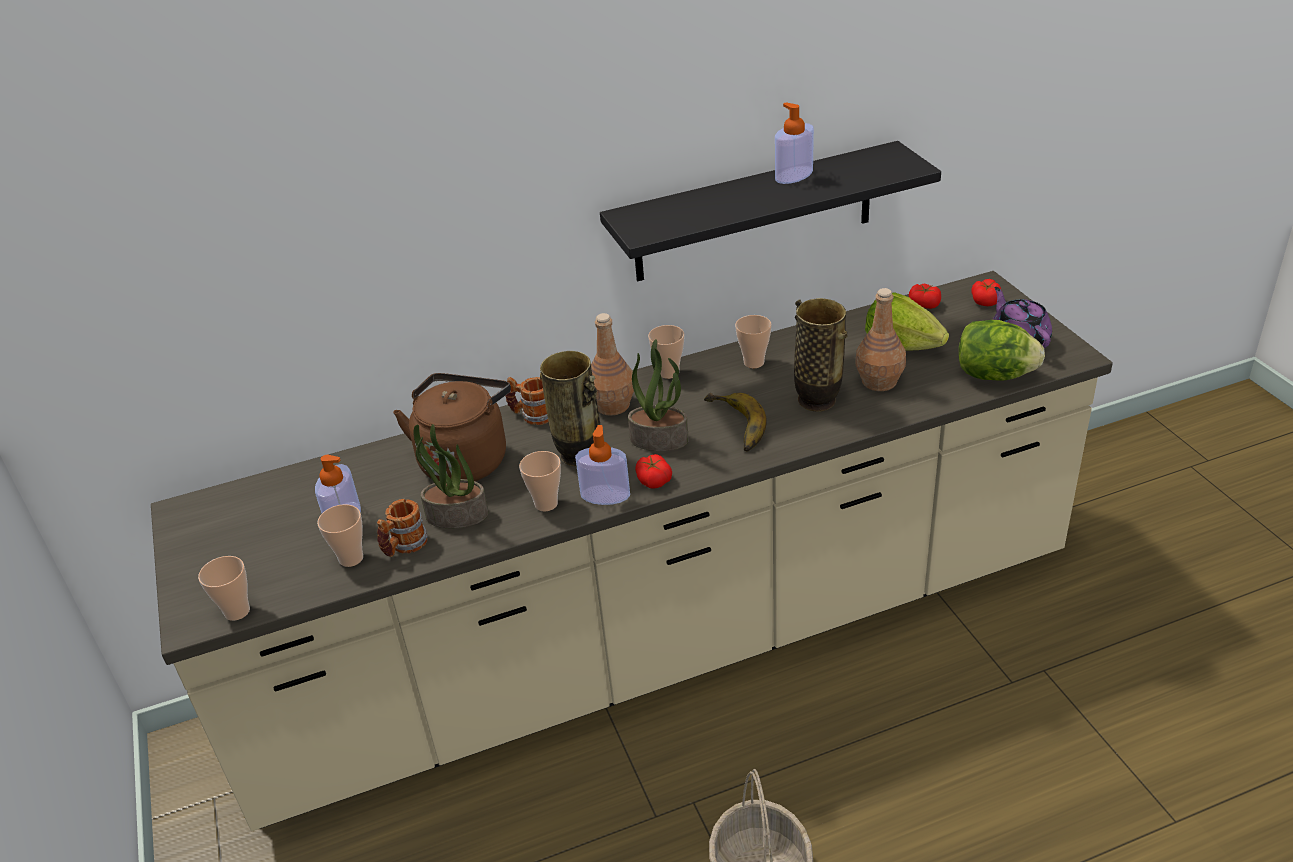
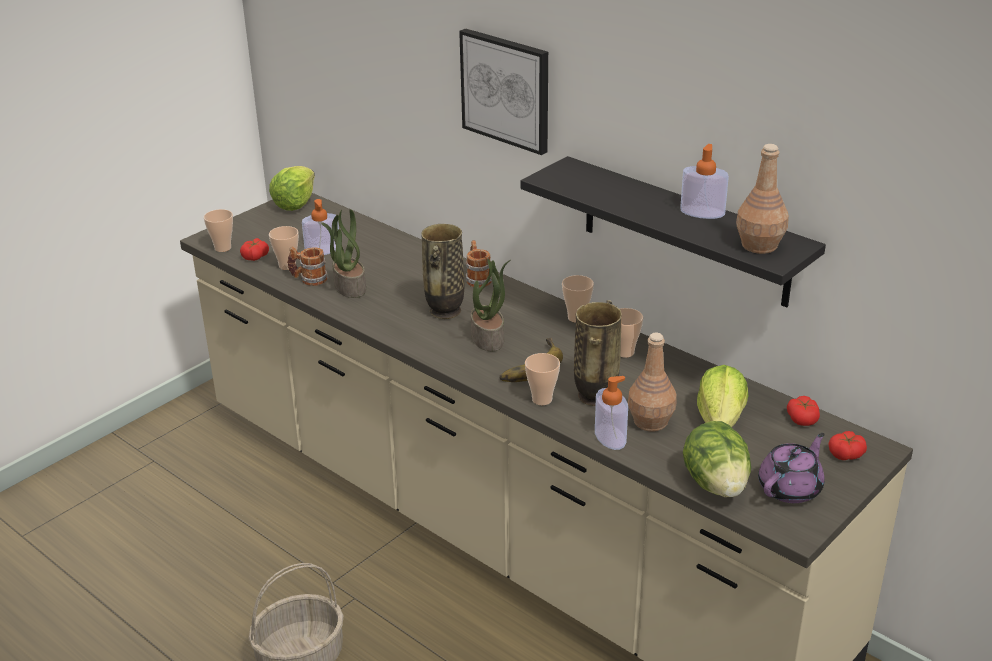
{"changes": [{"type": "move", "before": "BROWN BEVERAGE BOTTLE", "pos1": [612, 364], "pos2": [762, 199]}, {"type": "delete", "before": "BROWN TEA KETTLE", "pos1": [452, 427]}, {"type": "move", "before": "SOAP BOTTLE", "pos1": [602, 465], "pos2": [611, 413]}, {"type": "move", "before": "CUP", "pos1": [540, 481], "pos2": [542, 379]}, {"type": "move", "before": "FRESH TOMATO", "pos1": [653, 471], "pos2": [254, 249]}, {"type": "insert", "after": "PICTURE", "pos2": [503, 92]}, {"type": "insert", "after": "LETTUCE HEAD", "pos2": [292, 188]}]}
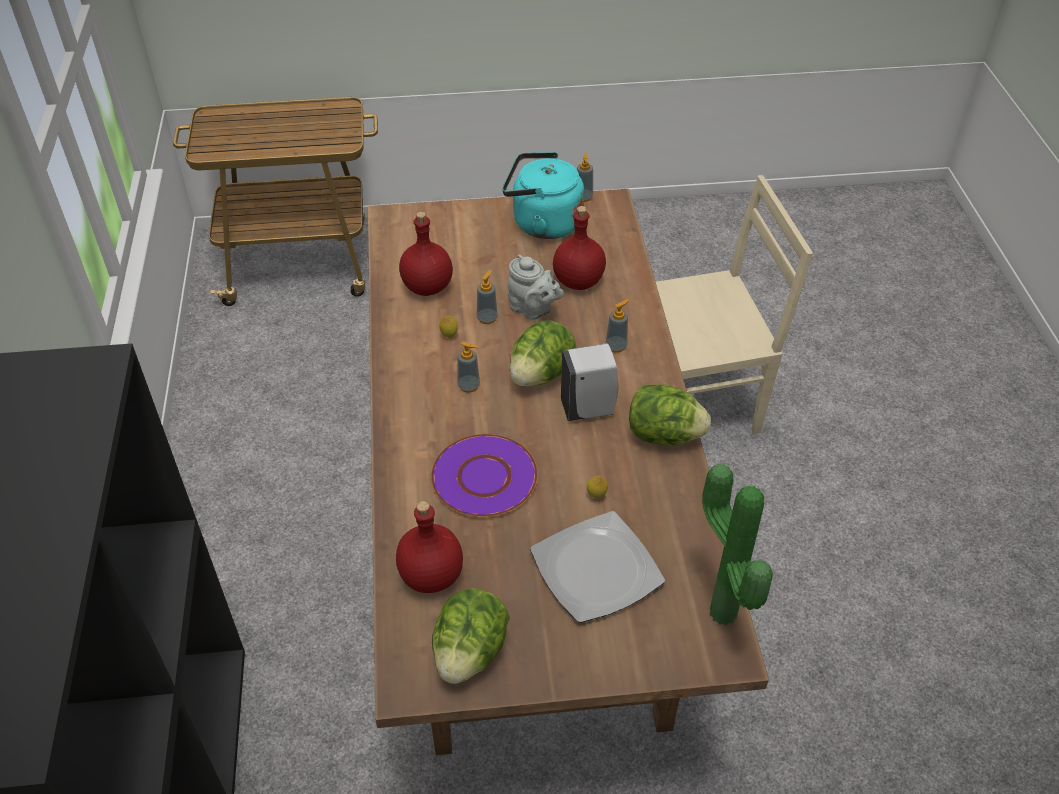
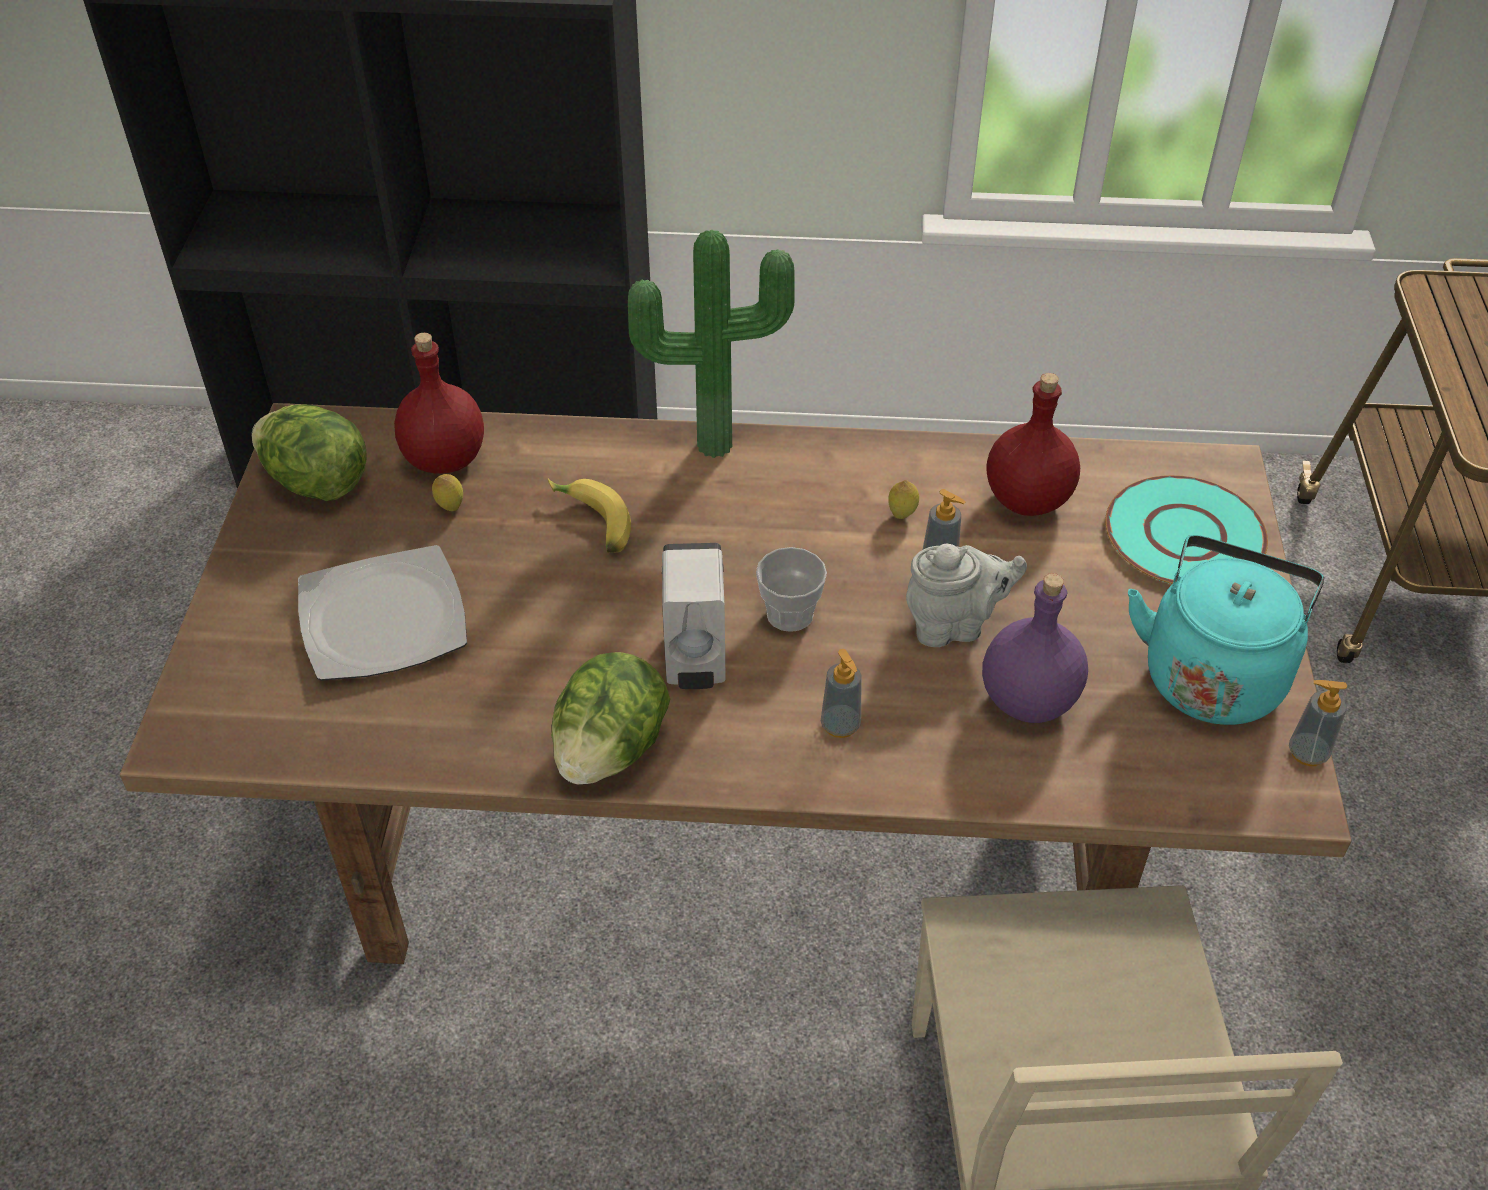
{"changes": [{"type": "recolor", "before": "RED-COLOURED BEVERAGE BOTTLE", "after": "PURPLE-COLOURED BEVERAGE BOTTLE", "pos1": [579, 248], "pos2": [1035, 648]}, {"type": "rotate", "before": "GRAY TEA POT", "pos1": [536, 287], "pos2": [966, 595], "turn": -150}, {"type": "replace", "before": "LETTUCE HEAD", "after": "CUP", "pos1": [543, 353], "pos2": [791, 589]}, {"type": "delete", "before": "SOAP BOTTLE", "pos1": [468, 367]}, {"type": "replace", "before": "PURPLE-COLOURED DINNER PLATE", "after": "BANANA", "pos1": [484, 475], "pos2": [589, 516]}, {"type": "move", "before": "POTTED PLANT", "pos1": [737, 544], "pos2": [711, 344]}, {"type": "move", "before": "WHOLE LEMON", "pos1": [597, 487], "pos2": [447, 492]}, {"type": "insert", "after": "TURQUOISE-COLOURED DINNER PLATE", "pos2": [1186, 529]}]}
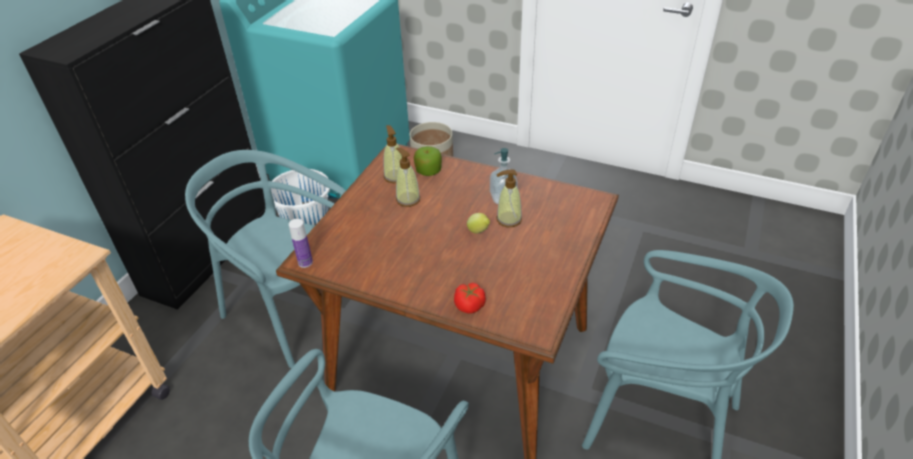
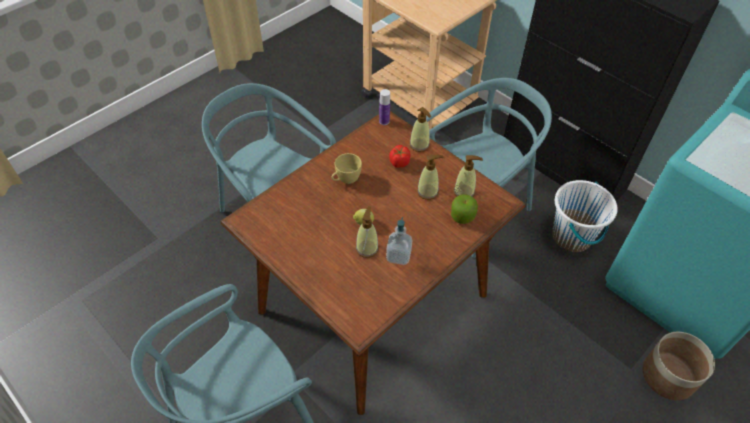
{"changes": [{"type": "move", "before": "FRESH TOMATO", "pos1": [470, 298], "pos2": [400, 156]}, {"type": "insert", "after": "SOAP BOTTLE", "pos2": [420, 129]}, {"type": "insert", "after": "YELLOW-COLOURED CUP", "pos2": [346, 168]}]}
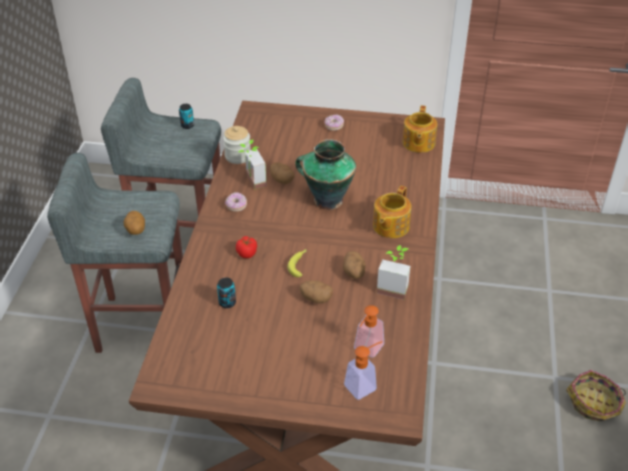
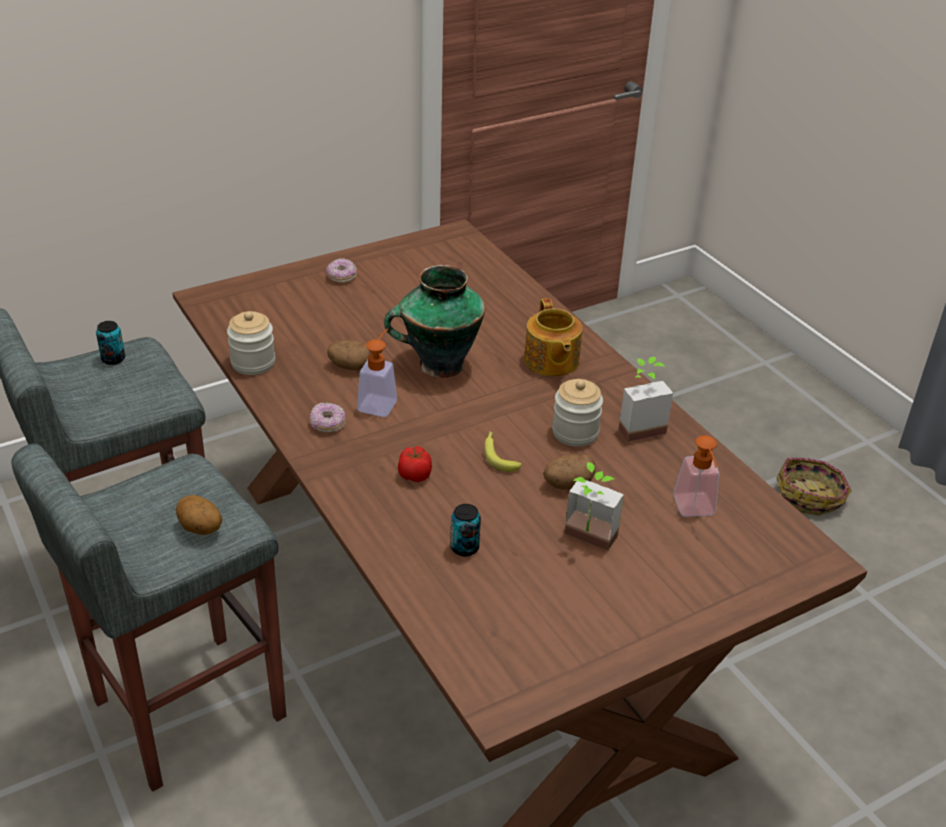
{"changes": [{"type": "delete", "before": "TEA POT", "pos1": [420, 129]}, {"type": "move", "before": "POTTED PLANT", "pos1": [253, 165], "pos2": [594, 506]}, {"type": "replace", "before": "WHOLE POTATO", "after": "STORAGE JAR", "pos1": [354, 265], "pos2": [577, 413]}, {"type": "move", "before": "SOAP BOTTLE", "pos1": [363, 370], "pos2": [377, 372]}]}
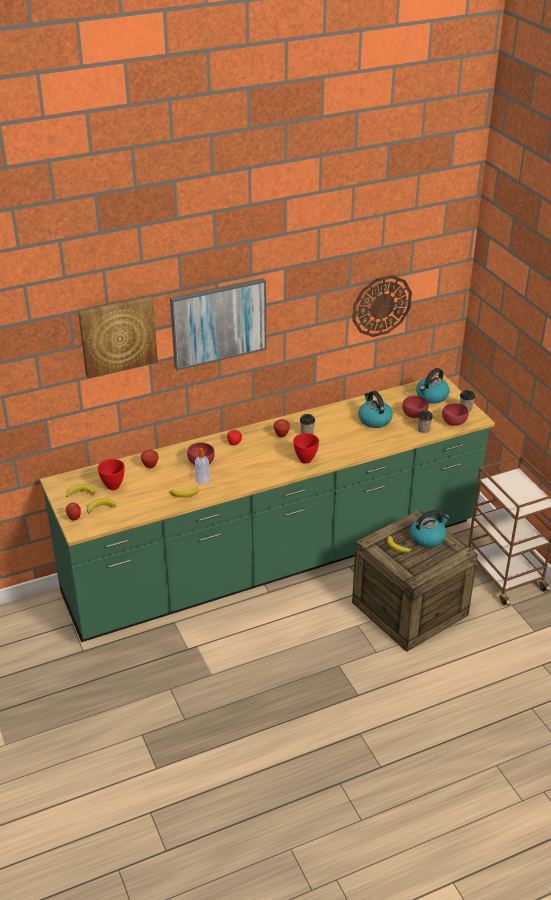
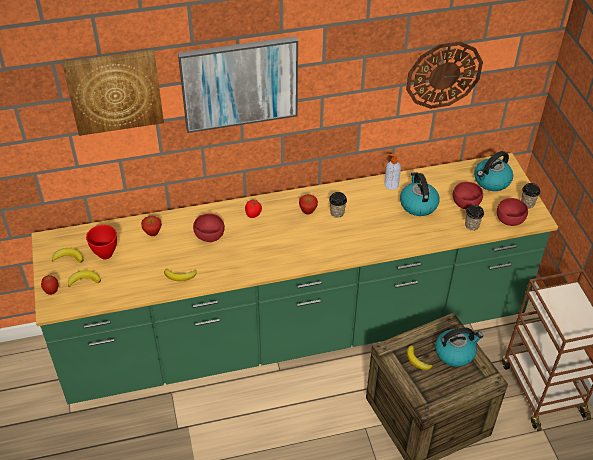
{"changes": [{"type": "delete", "before": "RED-COLOURED SERVING BOWL", "pos1": [306, 448]}, {"type": "move", "before": "SOAP BOTTLE", "pos1": [201, 466], "pos2": [392, 172]}]}
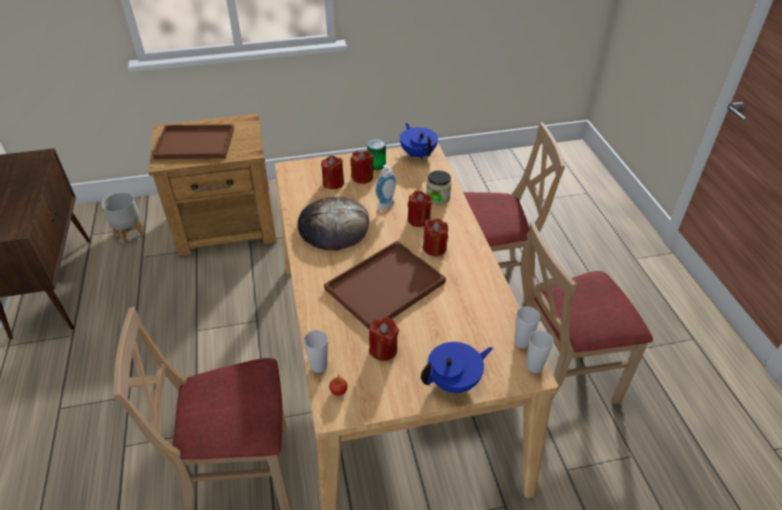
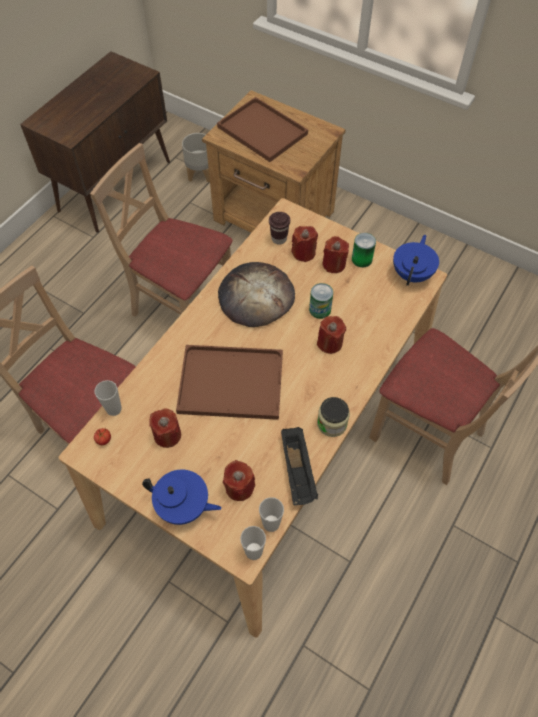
{"changes": [{"type": "replace", "before": "SOAP BOTTLE", "after": "SEALED CAN", "pos1": [385, 187], "pos2": [321, 301]}, {"type": "move", "before": "STORAGE JAR", "pos1": [439, 188], "pos2": [333, 417]}, {"type": "move", "before": "RED-COLOURED WAX LIGHT", "pos1": [435, 237], "pos2": [239, 480]}, {"type": "move", "before": "BEIGE UPRIGHT CHAIR", "pos1": [589, 313], "pos2": [161, 230]}, {"type": "insert", "after": "BROWN CUP", "pos2": [279, 228]}, {"type": "insert", "after": "BLACK SERVING TRAY", "pos2": [299, 466]}]}
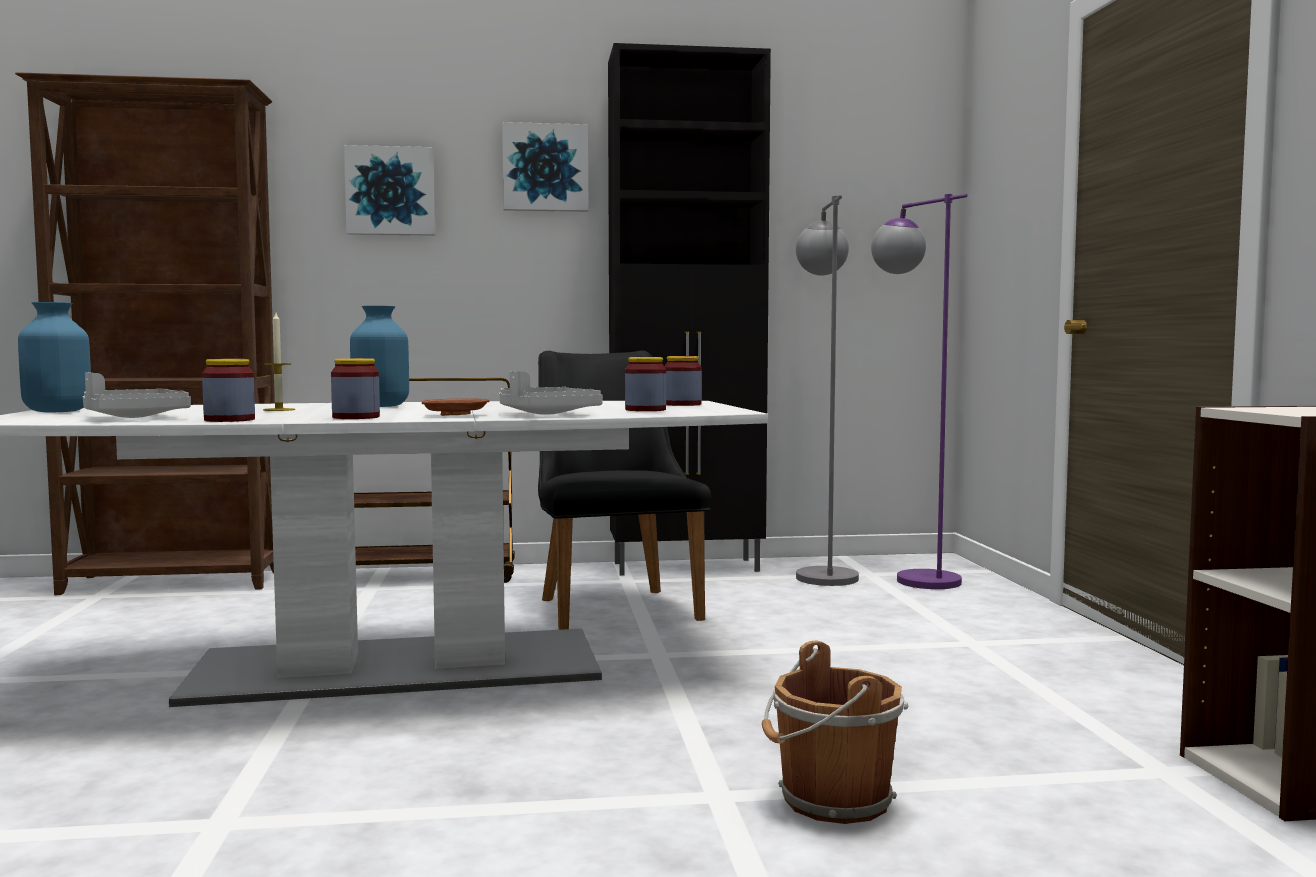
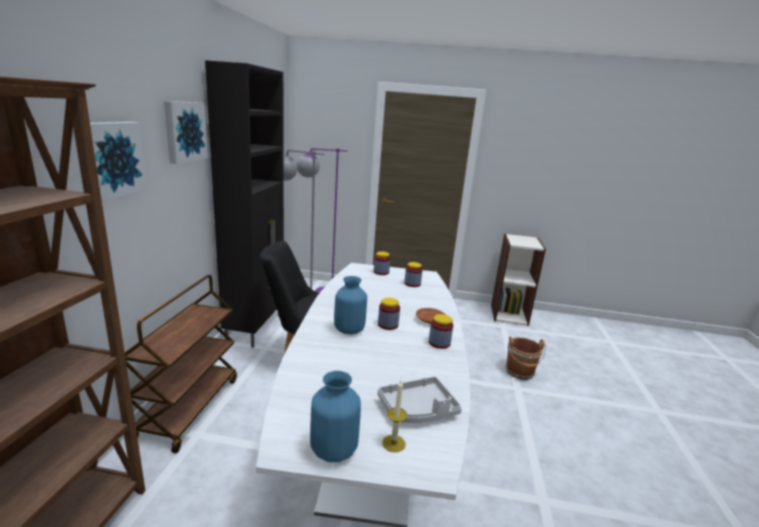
{"changes": [{"type": "move", "before": "WAX LIGHT", "pos1": [279, 362], "pos2": [394, 416]}, {"type": "move", "before": "STORAGE JAR", "pos1": [228, 390], "pos2": [389, 314]}, {"type": "delete", "before": "GRAY SERVING TRAY", "pos1": [551, 393]}]}
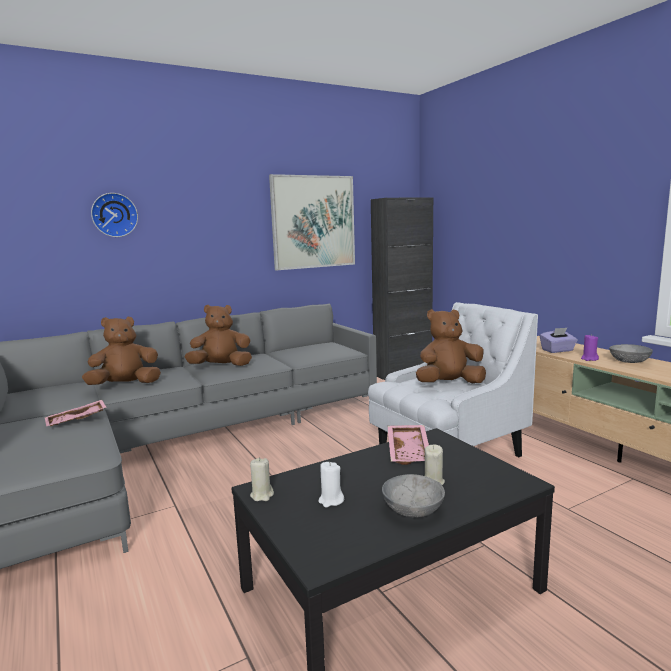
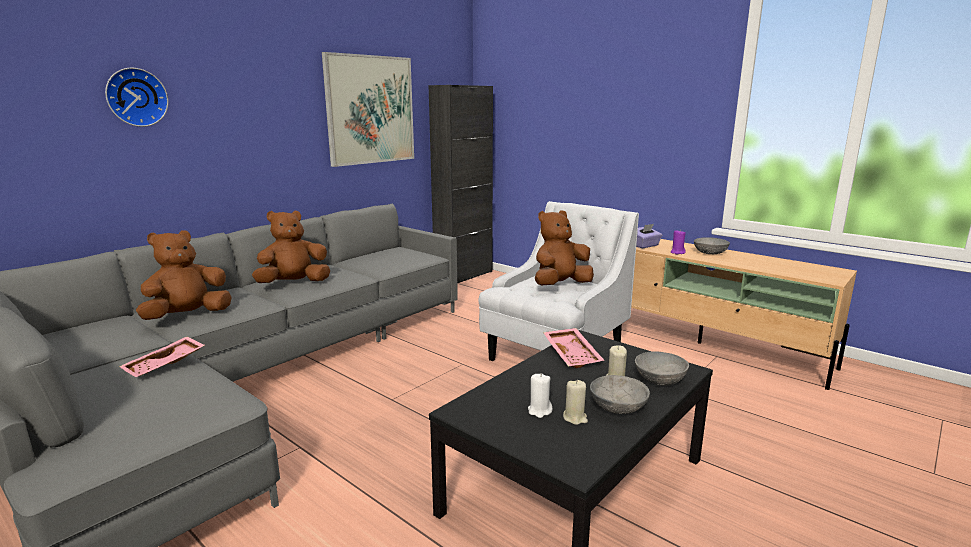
{"changes": [{"type": "move", "before": "BEIGE WAX LIGHT", "pos1": [262, 479], "pos2": [575, 402]}, {"type": "insert", "after": "GRAY SERVING BOWL", "pos2": [662, 368]}]}
